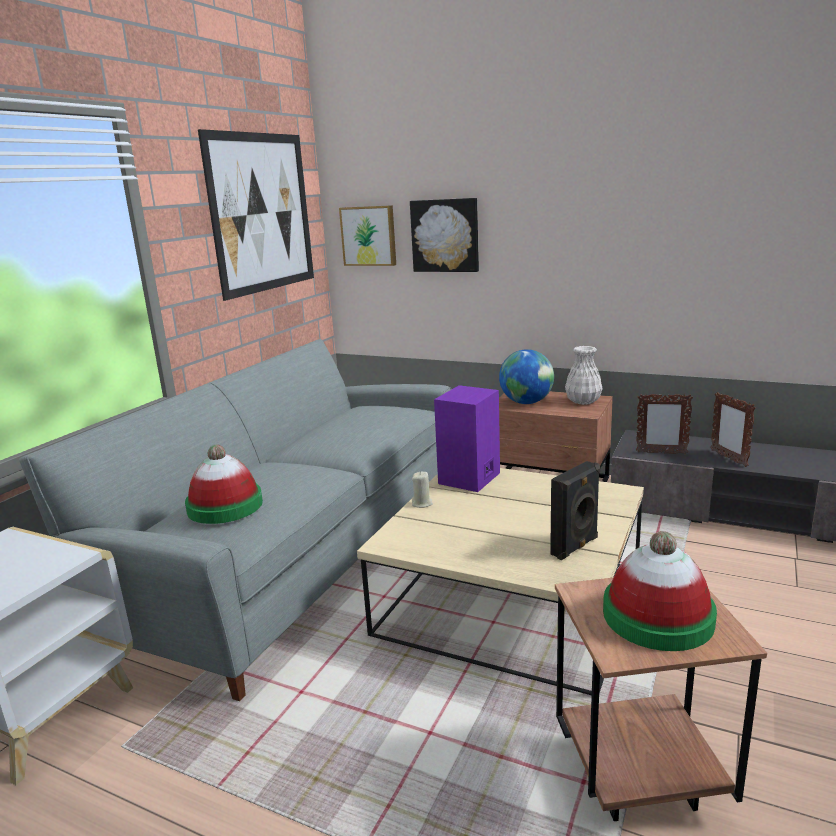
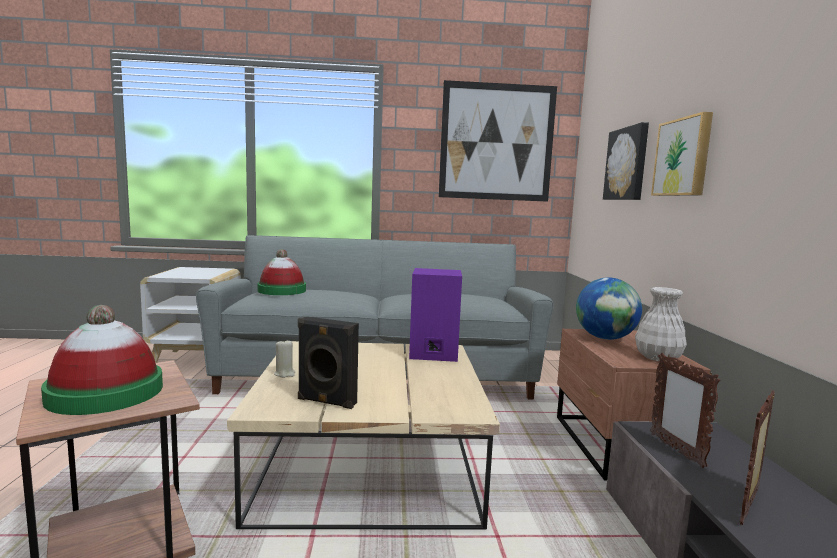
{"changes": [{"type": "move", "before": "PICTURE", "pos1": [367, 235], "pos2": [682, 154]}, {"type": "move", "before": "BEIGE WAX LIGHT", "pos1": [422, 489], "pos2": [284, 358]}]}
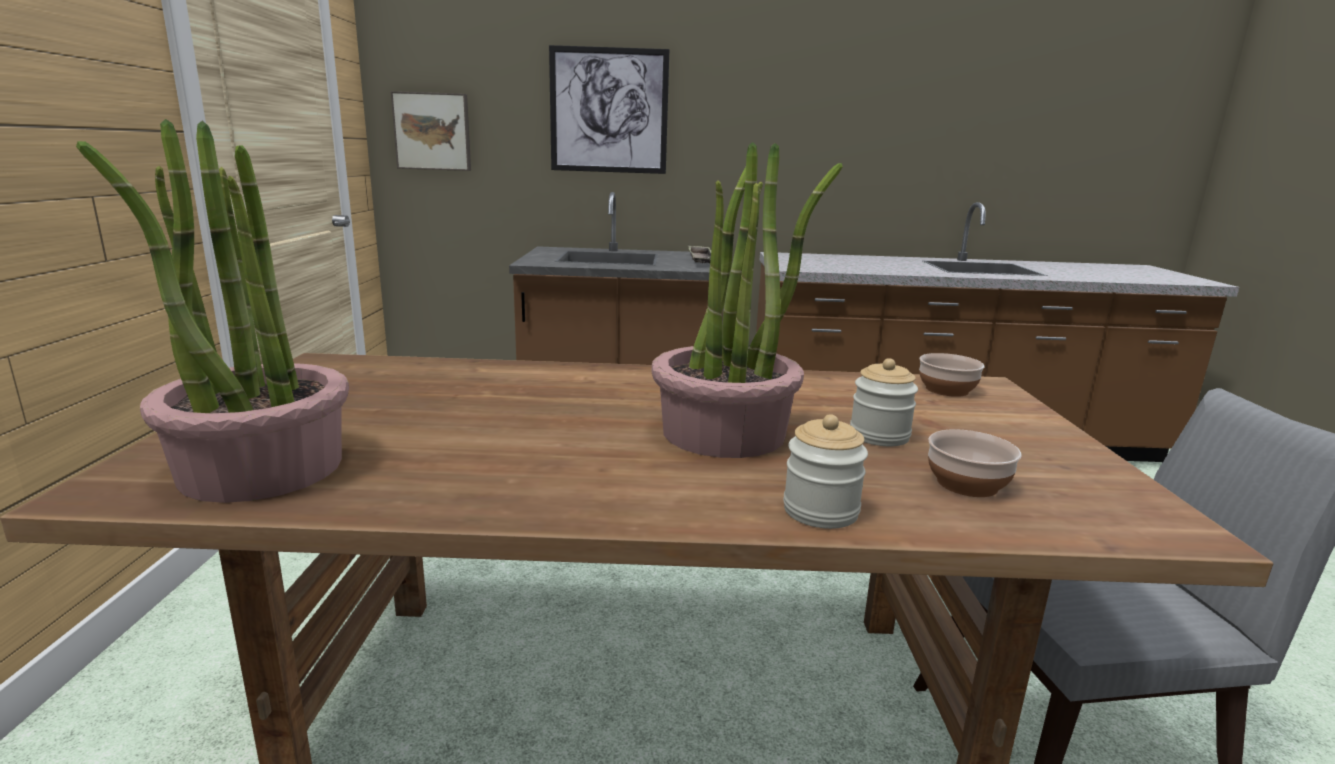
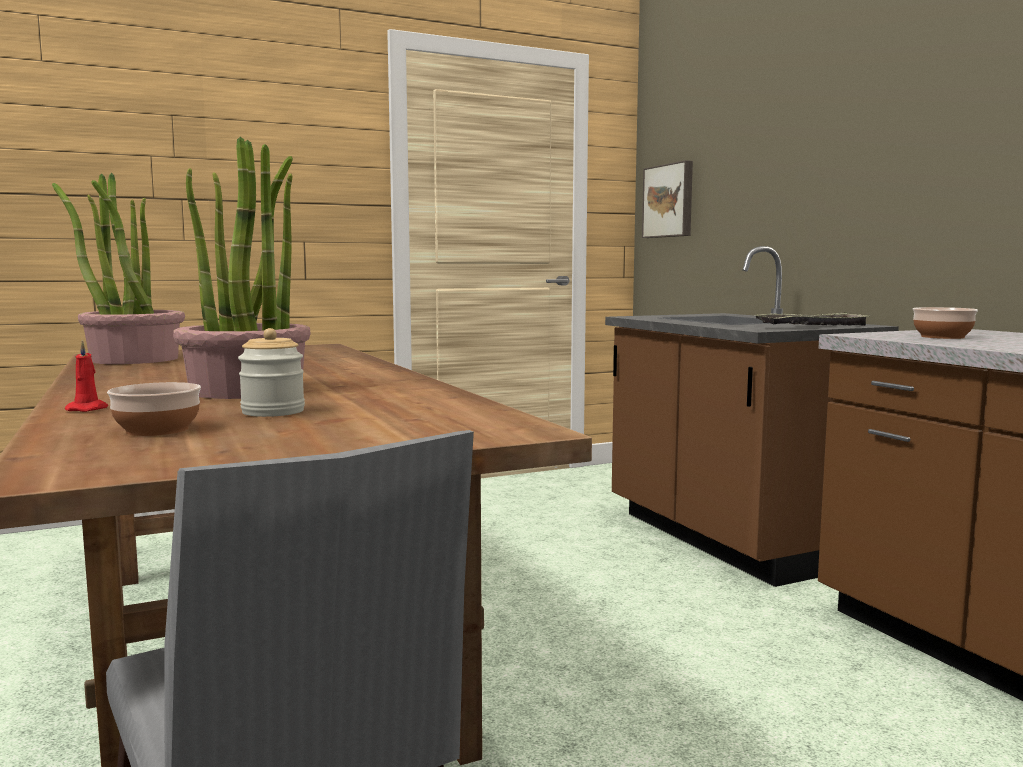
{"changes": [{"type": "delete", "before": "PICTURE", "pos1": [609, 109]}, {"type": "move", "before": "SERVING BOWL", "pos1": [952, 375], "pos2": [945, 323]}, {"type": "replace", "before": "STORAGE JAR", "after": "RED-COLOURED WAX LIGHT", "pos1": [825, 471], "pos2": [86, 376]}]}
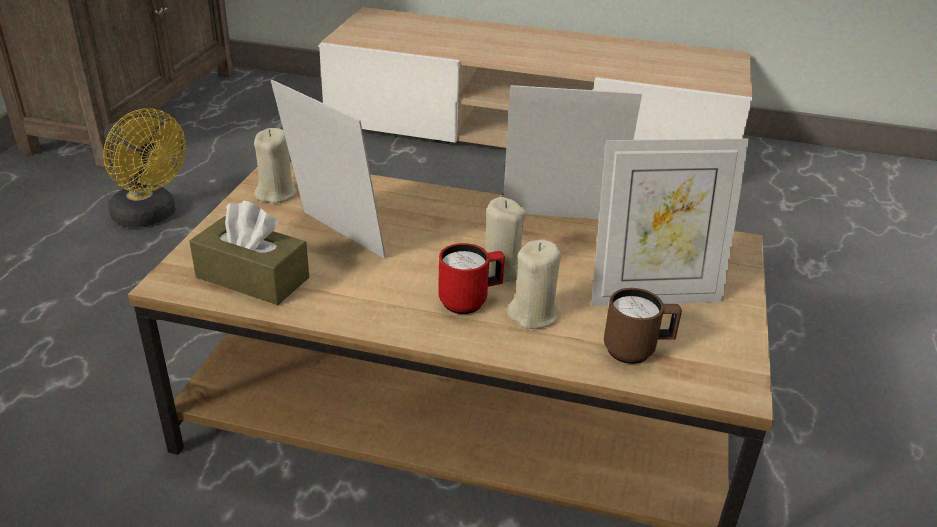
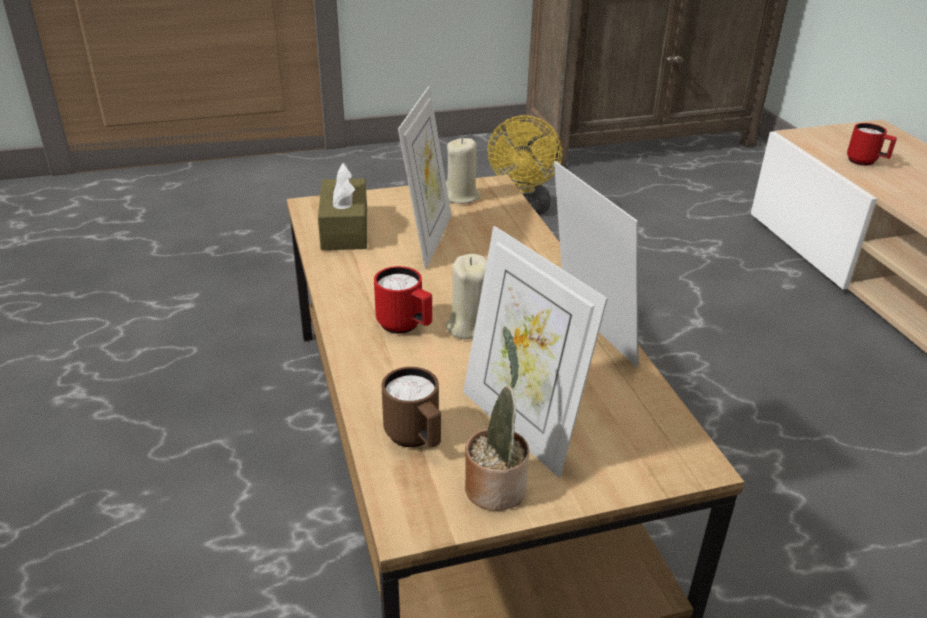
{"changes": [{"type": "delete", "before": "BEIGE WAX LIGHT", "pos1": [534, 284]}, {"type": "insert", "after": "RED-COLOURED COFFEE MUG", "pos2": [872, 144]}, {"type": "insert", "after": "POTTED PLANT", "pos2": [497, 419]}]}
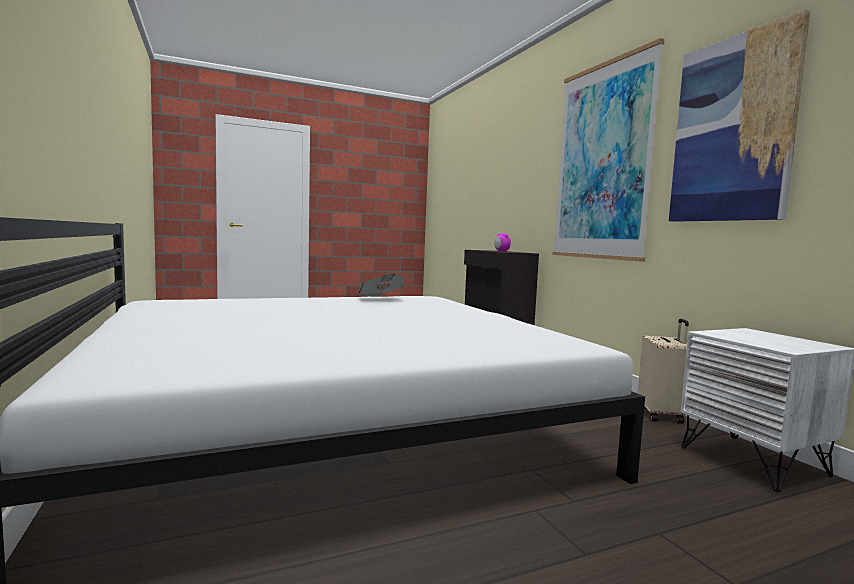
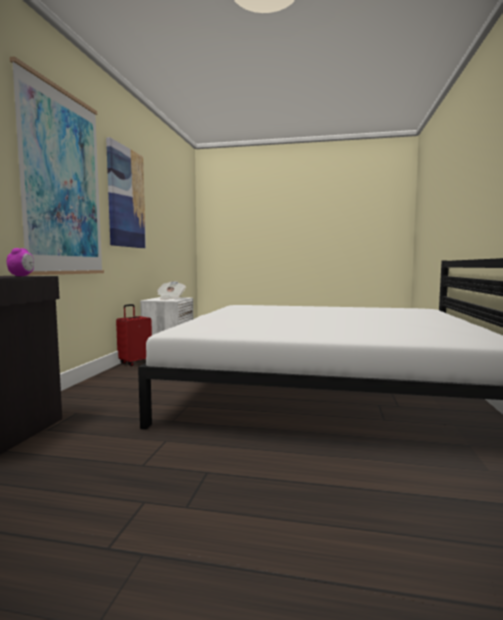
{"changes": [{"type": "move", "before": "PRINTED PAPER", "pos1": [381, 285], "pos2": [171, 290]}, {"type": "recolor", "before": "BEIGE PIECE OF LUGGAGE", "after": "RED-COLOURED PIECE OF LUGGAGE", "pos1": [663, 371], "pos2": [134, 335]}]}
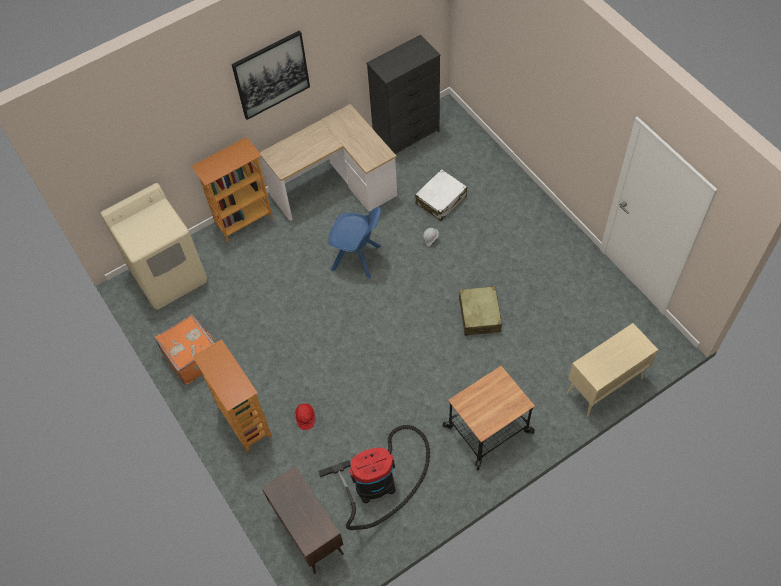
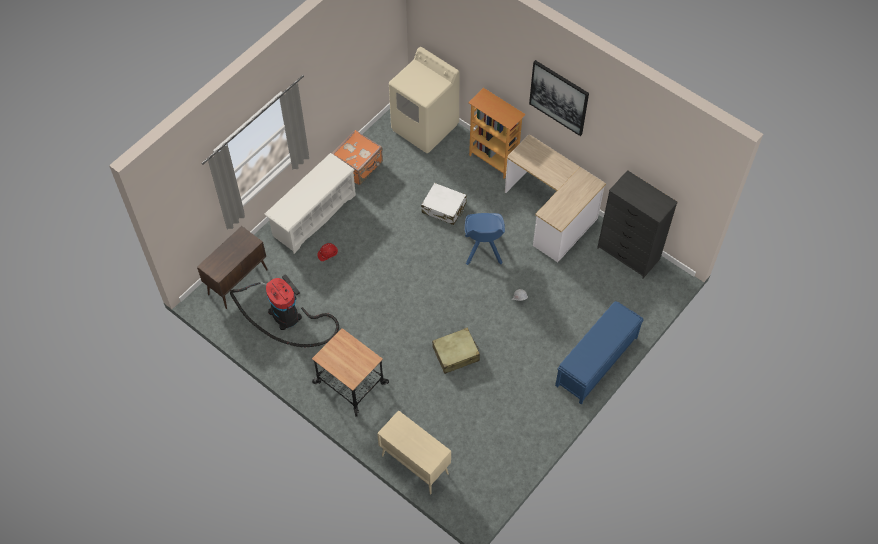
{"changes": [{"type": "move", "before": "WHITISH PIECE OF LUGGAGE", "pos1": [441, 195], "pos2": [444, 204]}, {"type": "replace", "before": "SHELVING UNIT", "after": "WHITISH SHOE RACK", "pos1": [232, 395], "pos2": [310, 203]}, {"type": "insert", "after": "BLUISH BENCH", "pos2": [599, 353]}]}
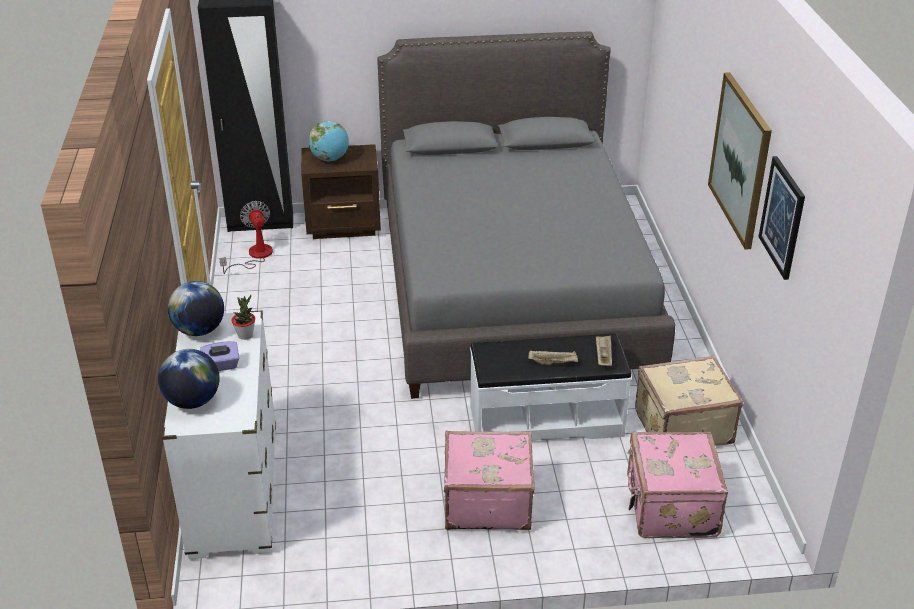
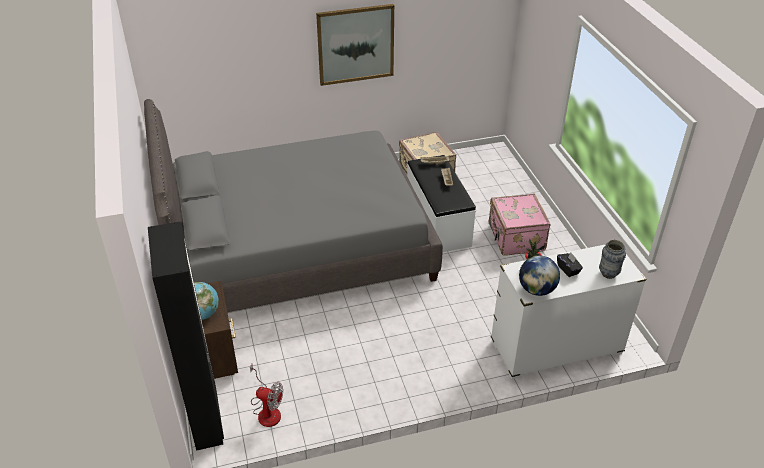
{"changes": [{"type": "delete", "before": "PICTURE", "pos1": [781, 218]}, {"type": "rotate", "before": "ELECTRIC FAN", "pos1": [246, 237], "pos2": [266, 395], "turn": -135}, {"type": "recolor", "before": "PURPLE-COLOURED TISSUE BOX", "after": "BLACK TISSUE BOX", "pos1": [219, 356], "pos2": [570, 264]}, {"type": "replace", "before": "WORLD GLOBE", "after": "VASE", "pos1": [189, 379], "pos2": [612, 259]}, {"type": "delete", "before": "PINK-COLOURED PIECE OF LUGGAGE", "pos1": [677, 485]}]}
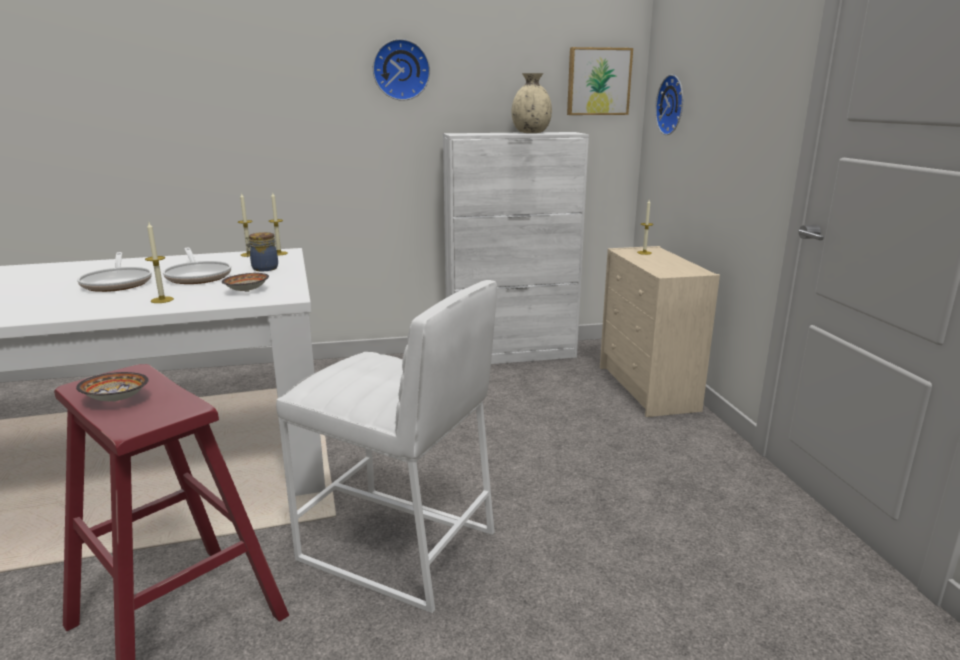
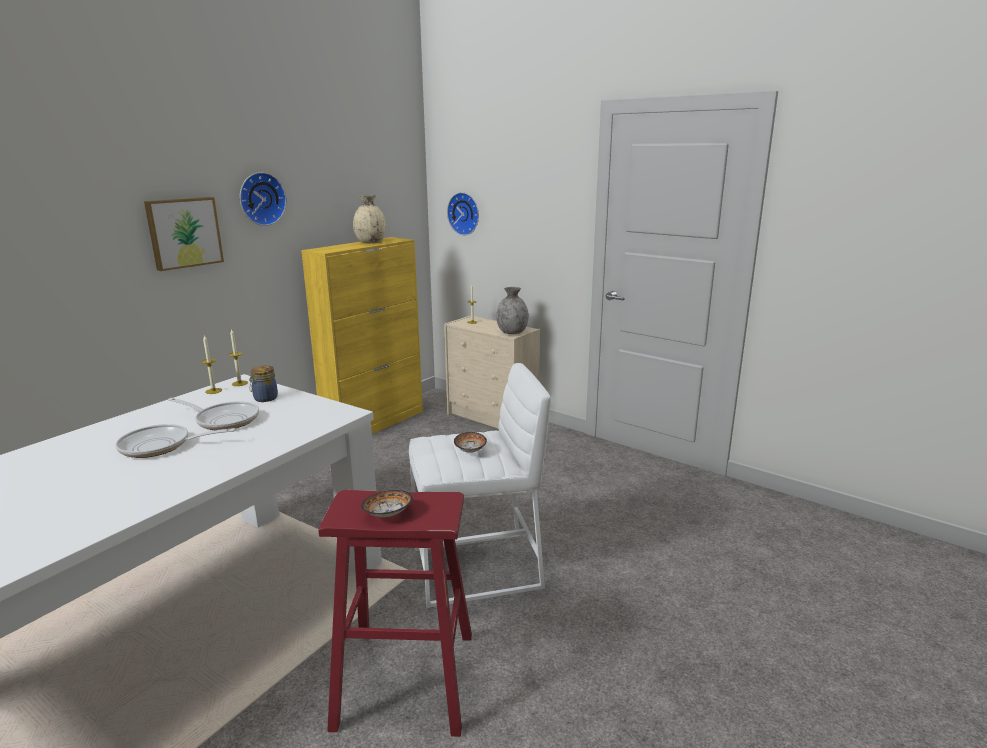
{"changes": [{"type": "move", "before": "PICTURE", "pos1": [600, 81], "pos2": [184, 234]}, {"type": "recolor", "before": "WHITISH STORAGE CABINET", "after": "YELLOW-COLOURED STORAGE CABINET", "pos1": [516, 248], "pos2": [362, 335]}, {"type": "delete", "before": "WAX LIGHT", "pos1": [159, 263]}, {"type": "rotate", "before": "FRYING PAN", "pos1": [114, 272], "pos2": [175, 441], "turn": 150}, {"type": "move", "before": "SERVING BOWL", "pos1": [245, 282], "pos2": [470, 442]}, {"type": "insert", "after": "GRAY VASE", "pos2": [512, 310]}]}
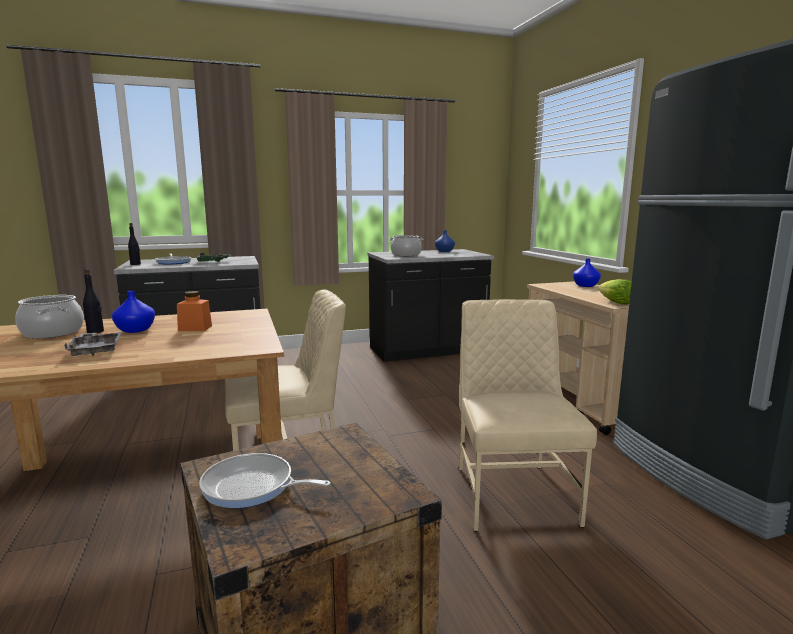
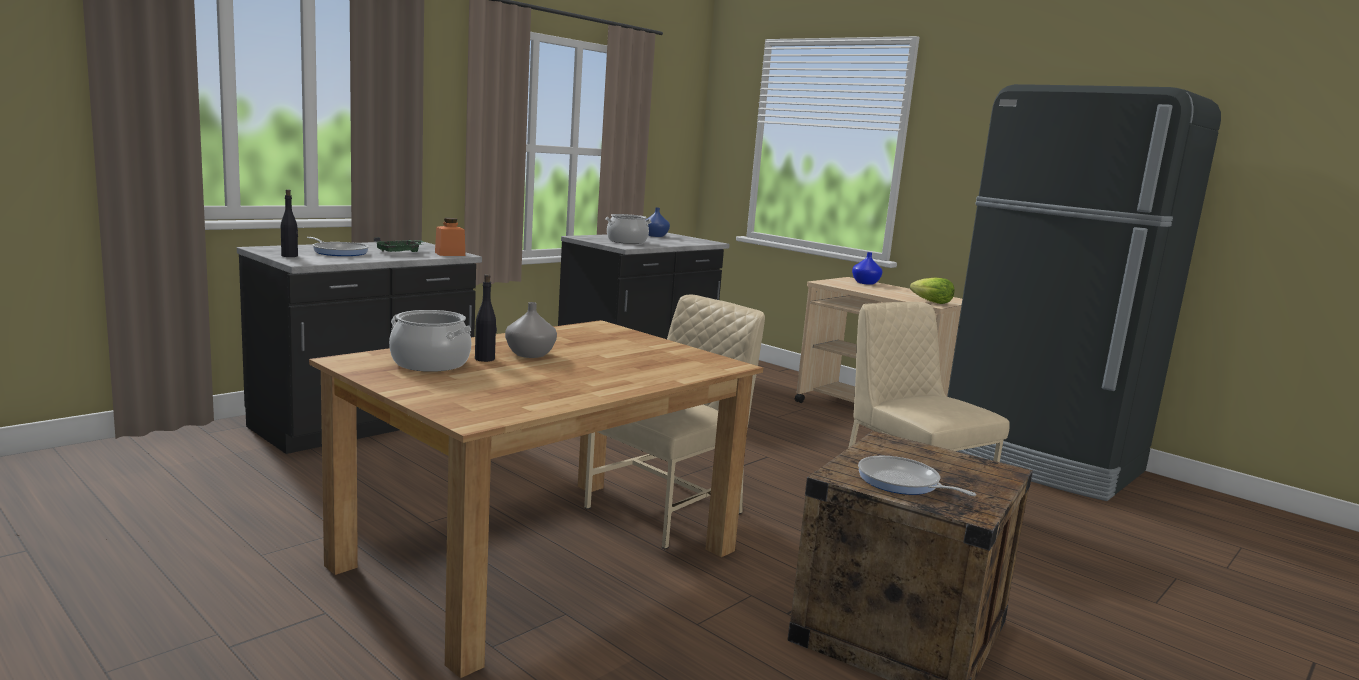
{"changes": [{"type": "recolor", "before": "BLUISH VASE", "after": "GRAY VASE", "pos1": [133, 312], "pos2": [531, 330]}, {"type": "move", "before": "ORANGE-COLOURED STORAGE JAR", "pos1": [194, 311], "pos2": [450, 237]}, {"type": "delete", "before": "GRAY SERVING TRAY", "pos1": [93, 344]}, {"type": "rotate", "before": "FRYING PAN", "pos1": [265, 480], "pos2": [917, 476], "turn": 60}]}
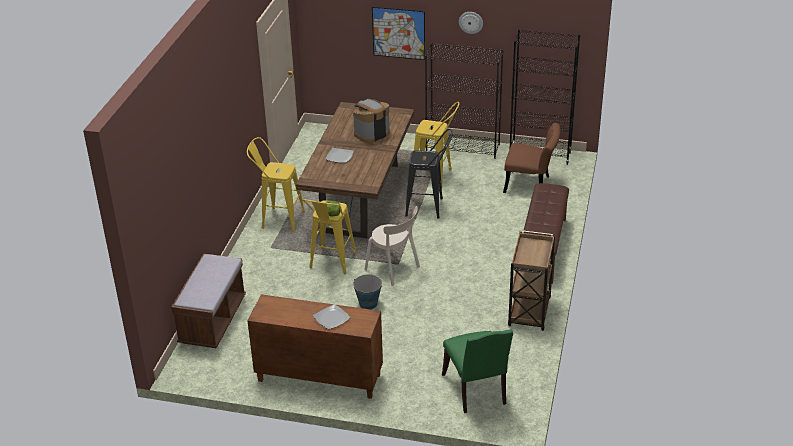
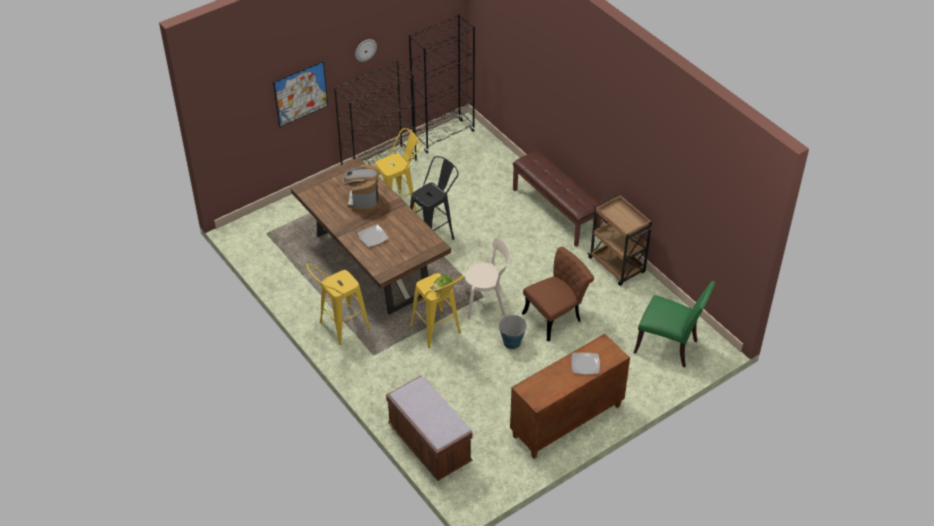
{"changes": [{"type": "move", "before": "BROWN UPRIGHT CHAIR", "pos1": [531, 158], "pos2": [558, 294]}]}
